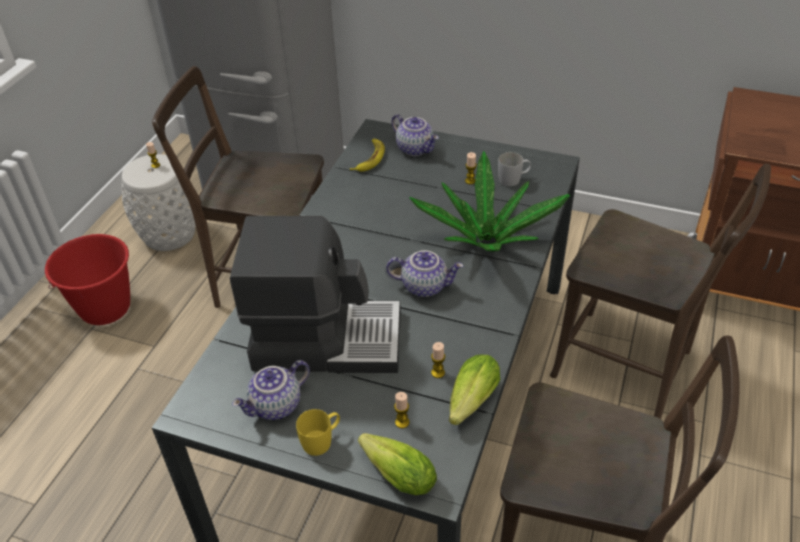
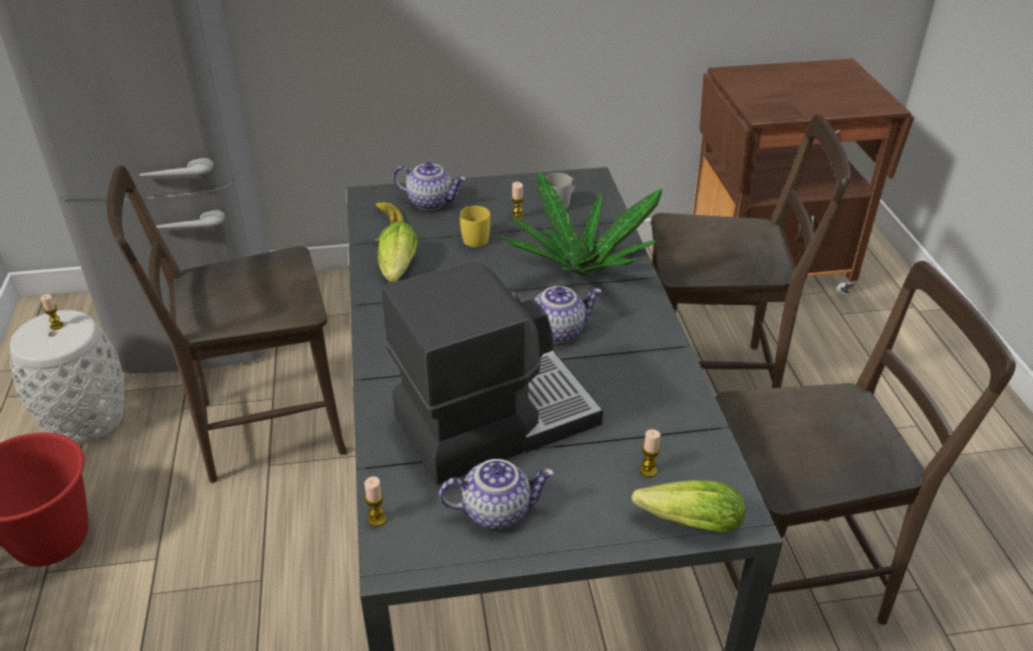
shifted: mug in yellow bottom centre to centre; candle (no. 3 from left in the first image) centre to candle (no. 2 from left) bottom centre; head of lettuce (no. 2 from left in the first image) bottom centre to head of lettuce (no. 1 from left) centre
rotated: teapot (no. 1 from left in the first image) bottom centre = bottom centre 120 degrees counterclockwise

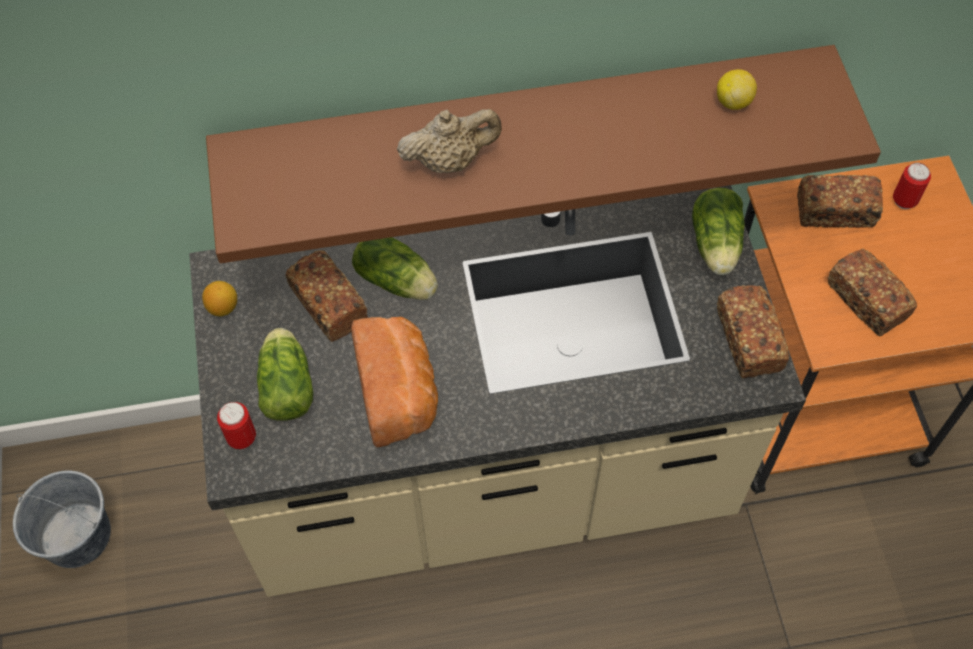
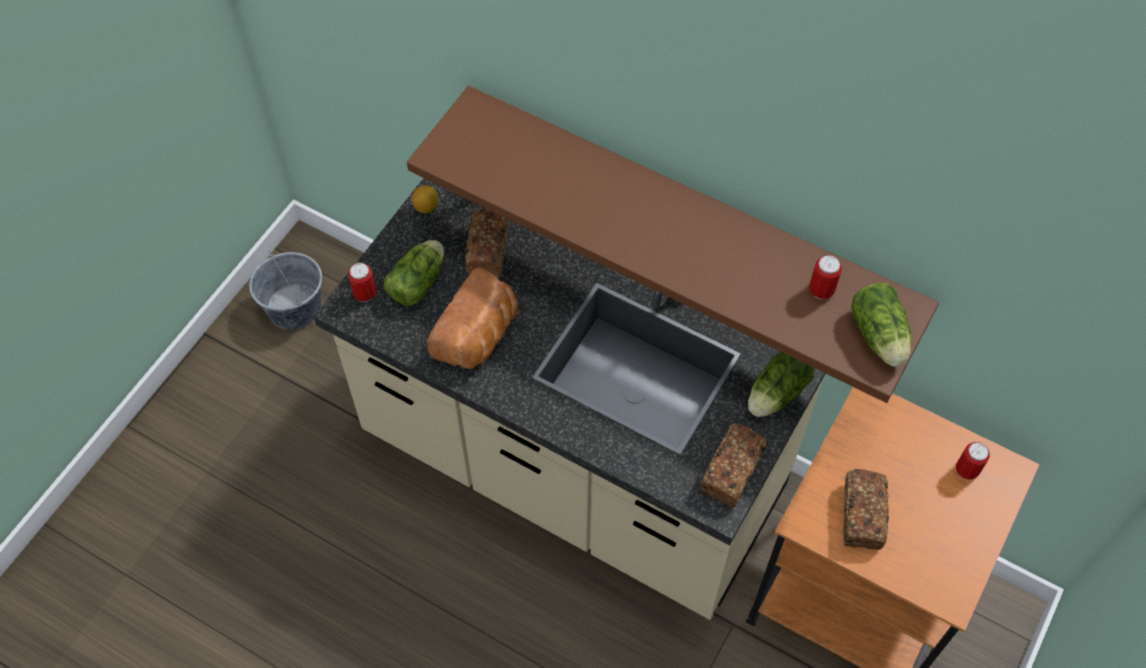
gone: teapot in beige top centre; bakery bread (no. 4 from left) top right
shifted: head of lettuce (no. 2 from left in the first image) centre to head of lettuce (no. 3 from left) middle right
swapped: lemon (no. 2 from left) top right to can (no. 2 from left) middle right

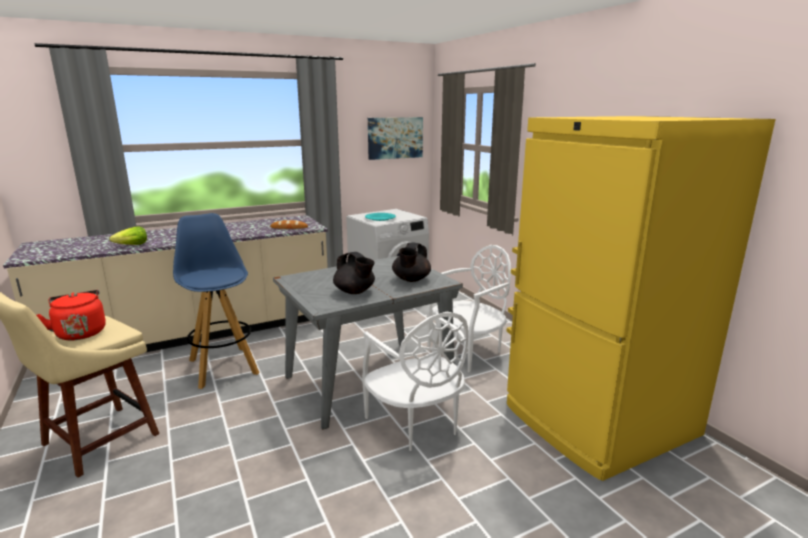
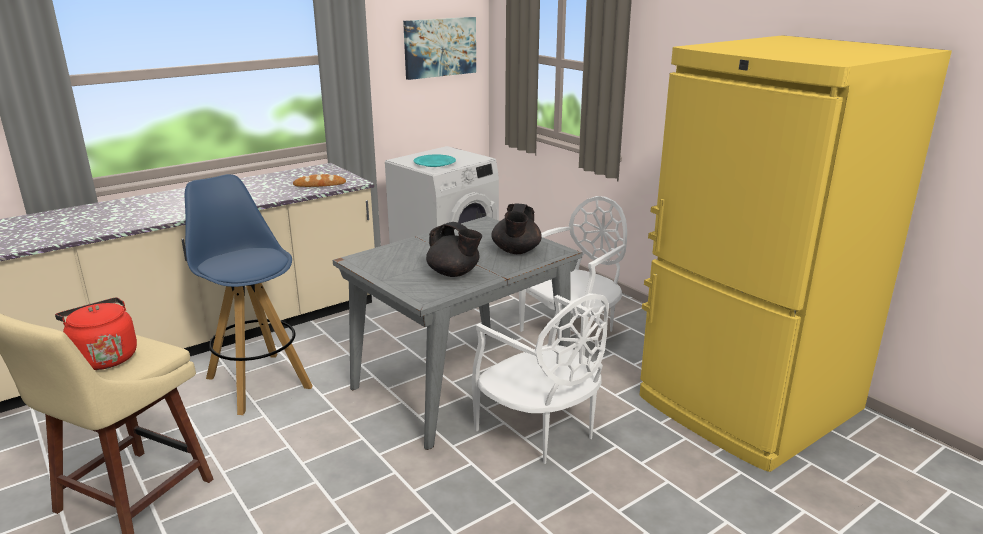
gone: head of lettuce middle left

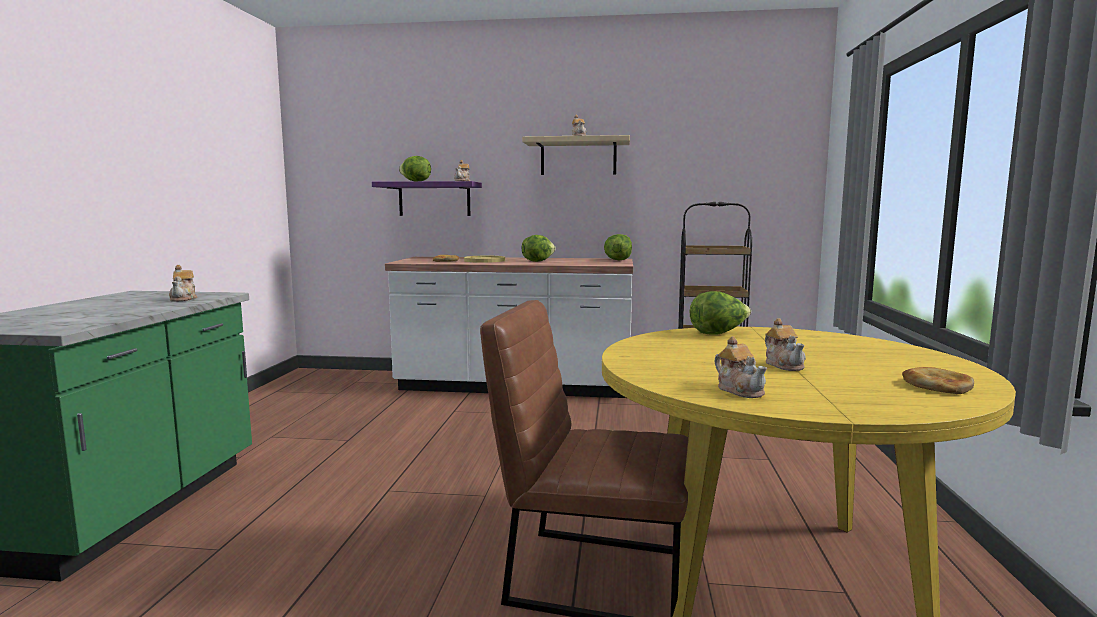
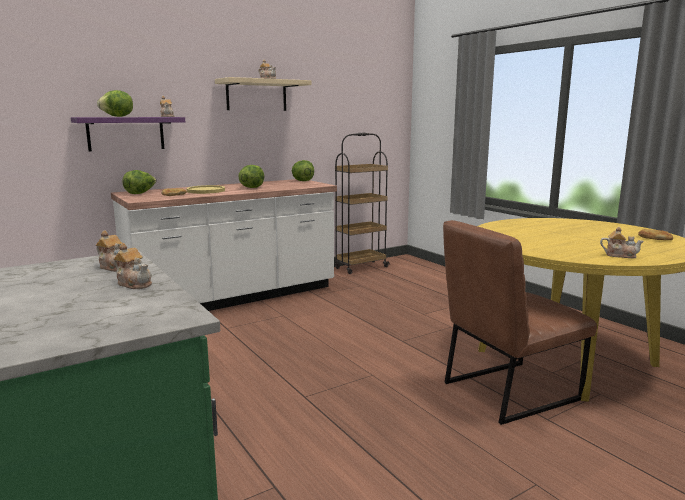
shifted: head of lettuce (no. 4 from left in the first image) centre to head of lettuce (no. 2 from left) middle left; teapot (no. 5 from left in the first image) middle right to teapot (no. 2 from left) middle left

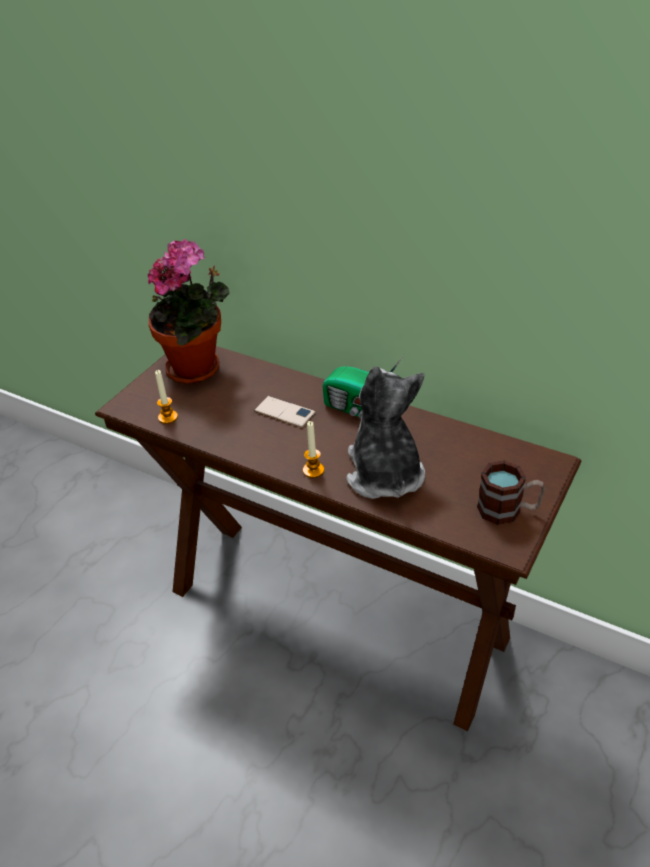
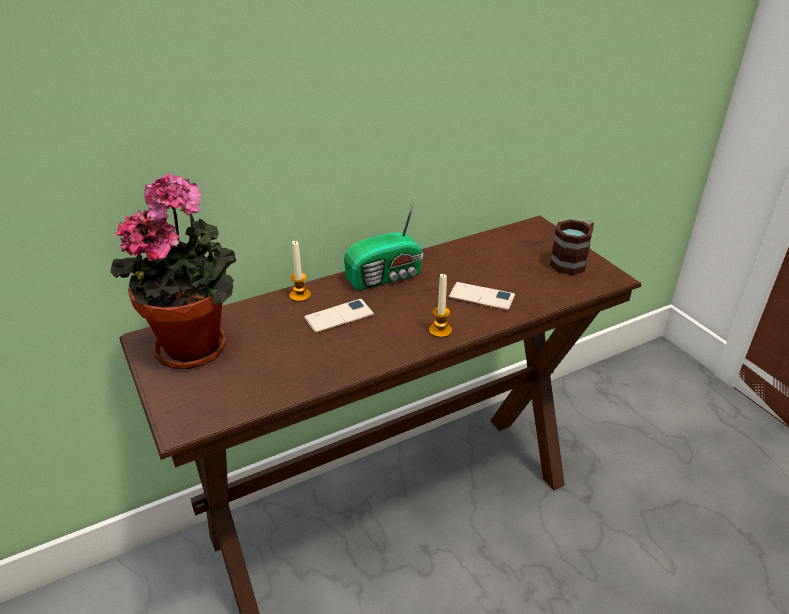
shifted: candle (no. 1 from left) middle left to centre
swapped: plush toy centre to handset (no. 2 from left) centre

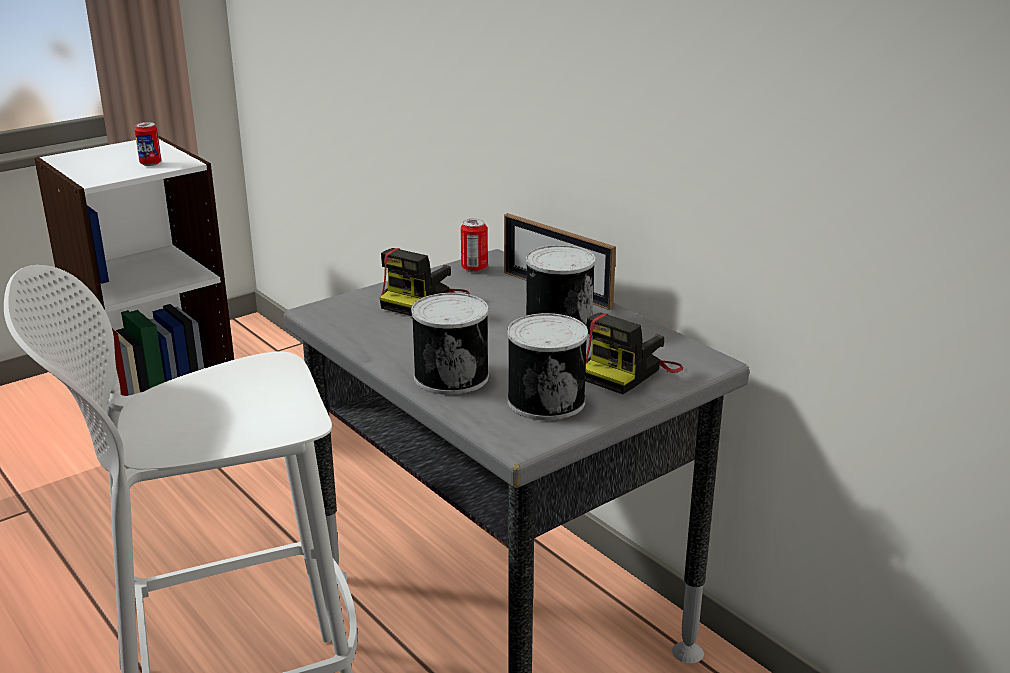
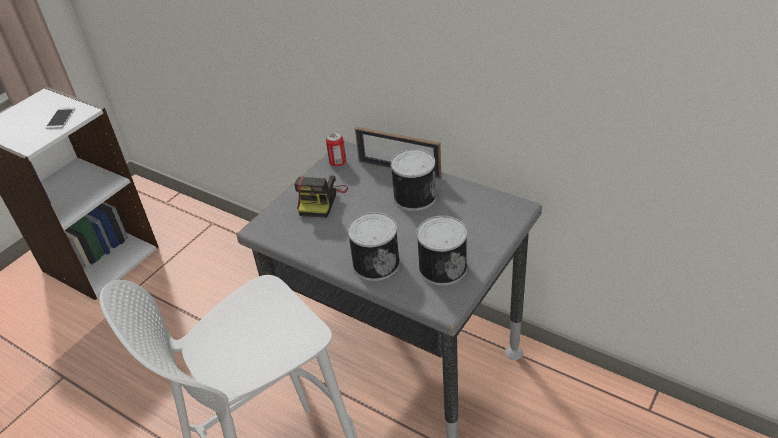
gone: photo camera (no. 2 from left) centre
swapped: can (no. 1 from left) top left to handset top left

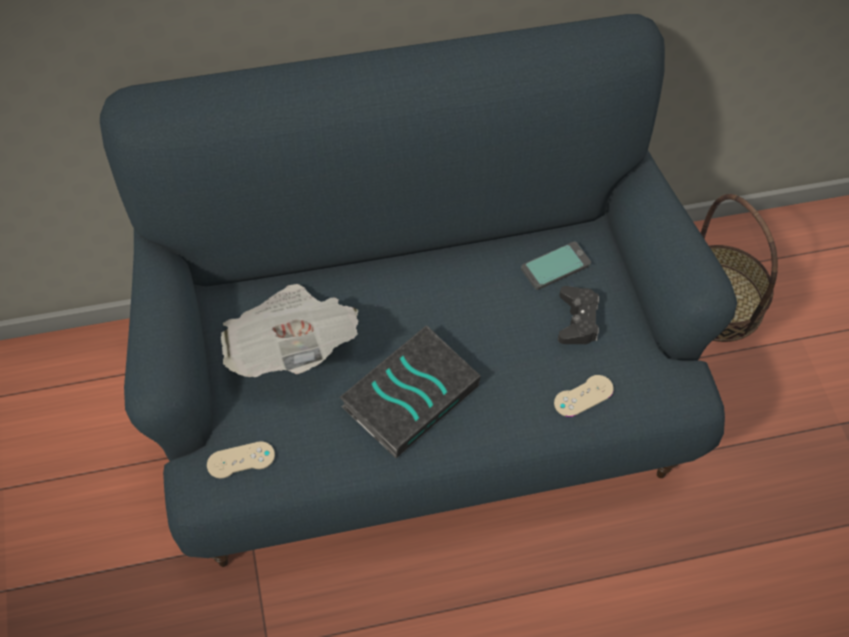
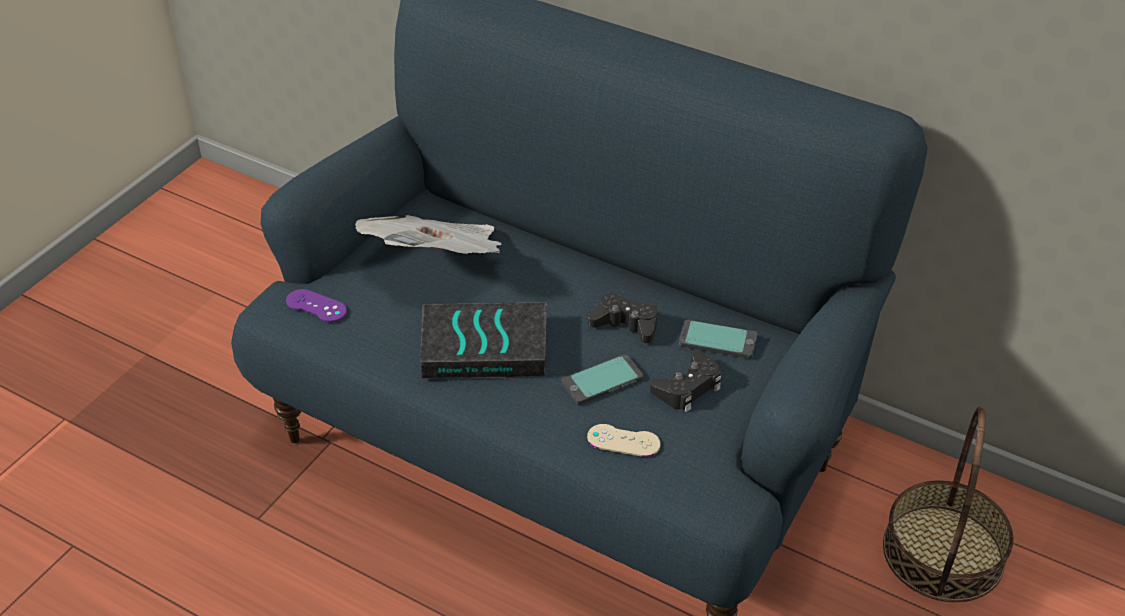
new: handset (no. 1 from left) centre; game controller in blackish (no. 1 from left) centre
repainted: game controller in beige (no. 1 from left) bottom left to game controller in purple middle left

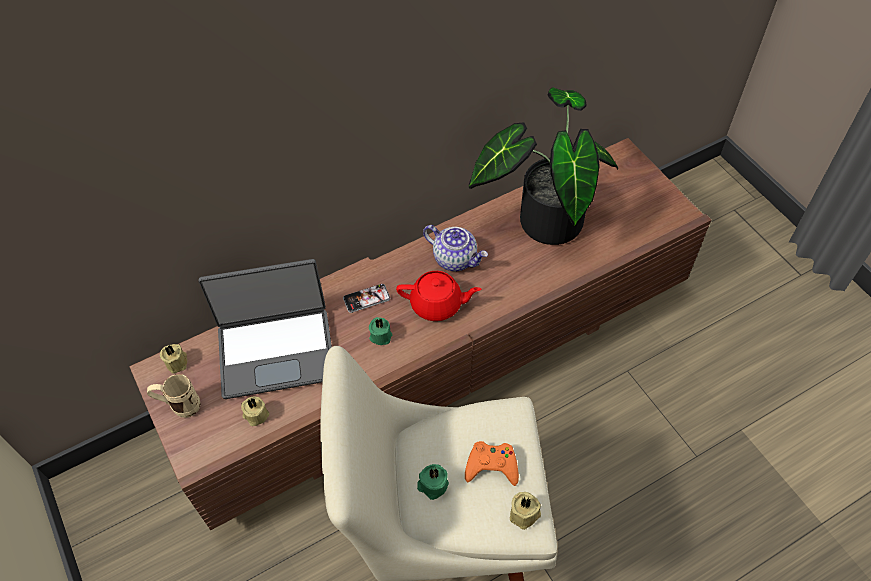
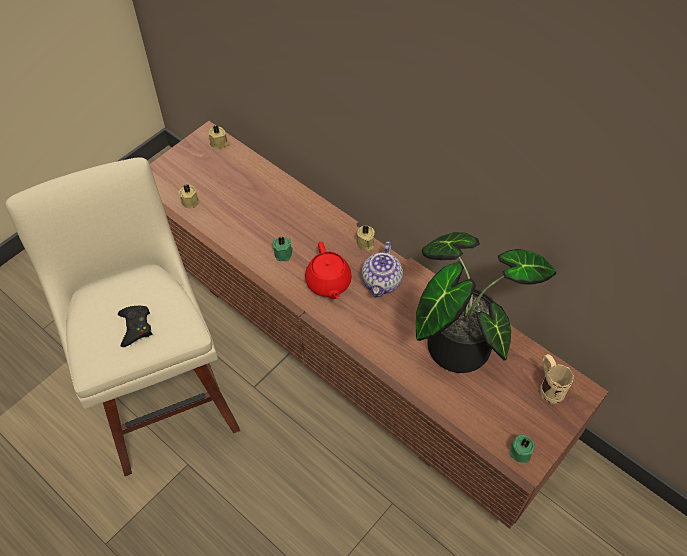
gone: laptop middle left; handset centre
shifted: mug in beige bottom left to bottom right; candle in greenish (no. 2 from left) bottom centre to bottom right; candle in beige (no. 3 from left) bottom centre to centre
repainted: game controller in orange bottom centre to game controller in blackish middle left

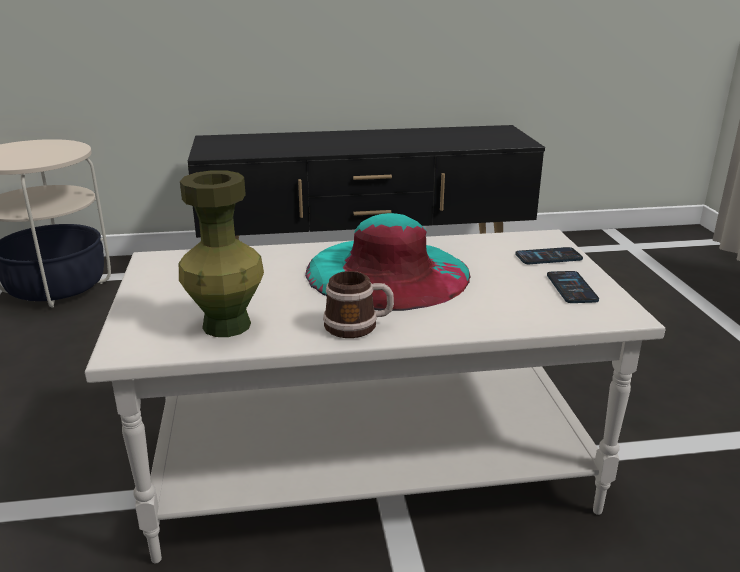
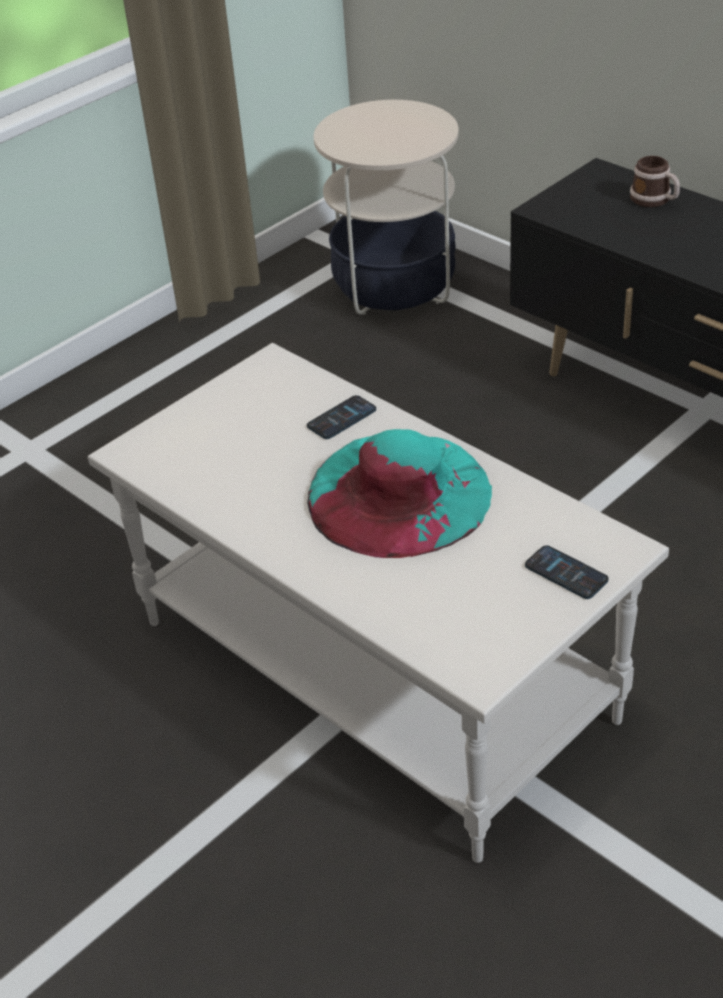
gone: vase in greenish middle left
shifted: mug centre to top right; handset (no. 2 from left in the first image) middle right to handset (no. 1 from left) centre

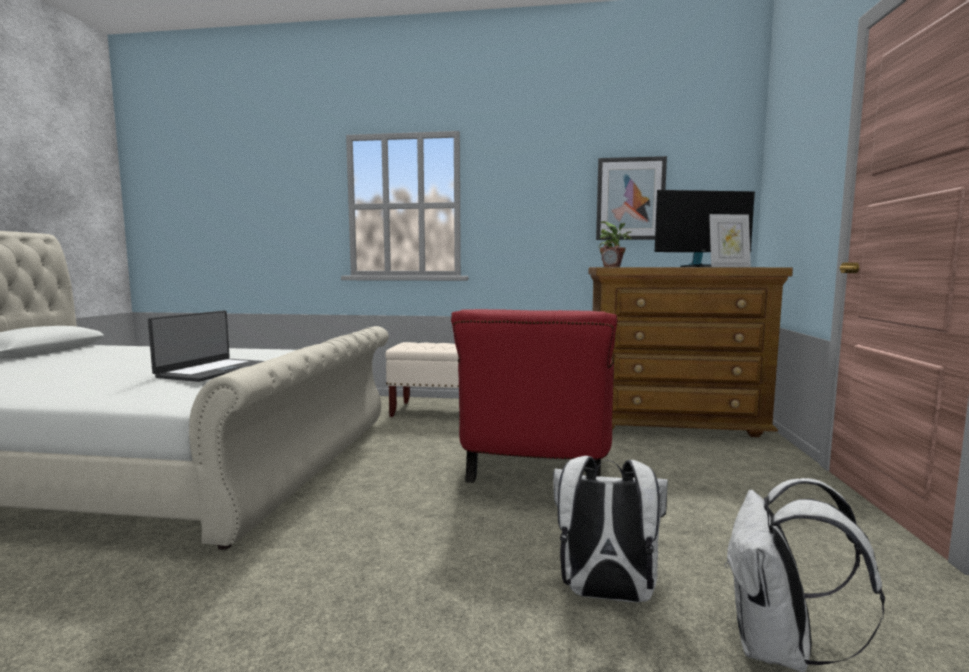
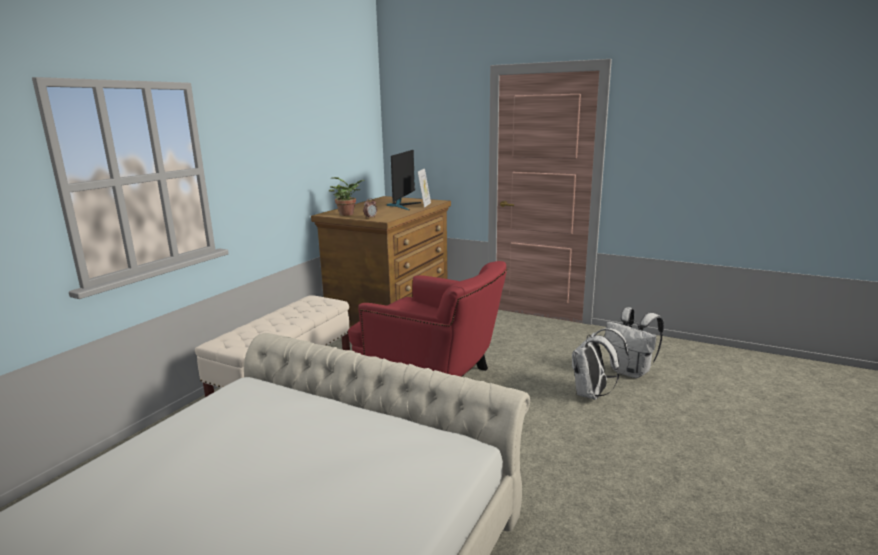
gone: laptop middle left; picture top centre

